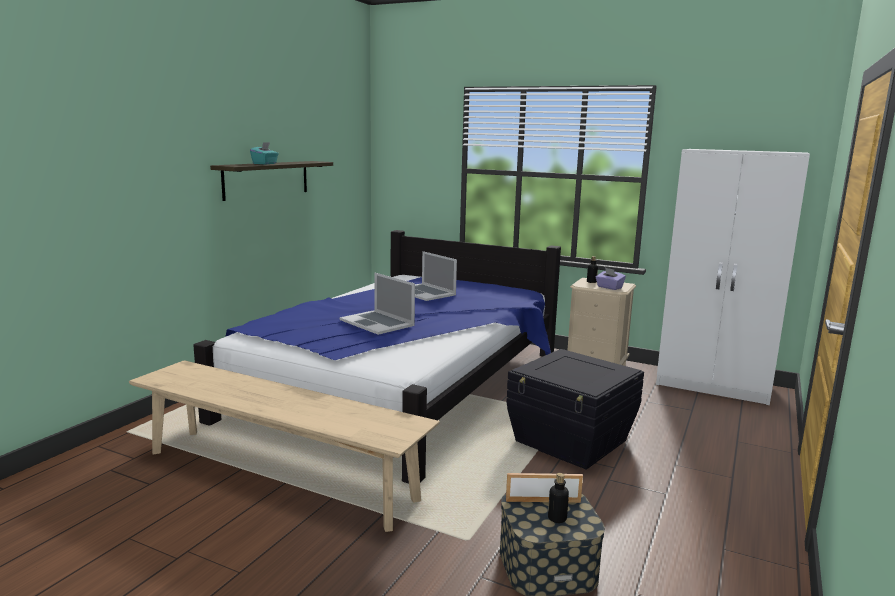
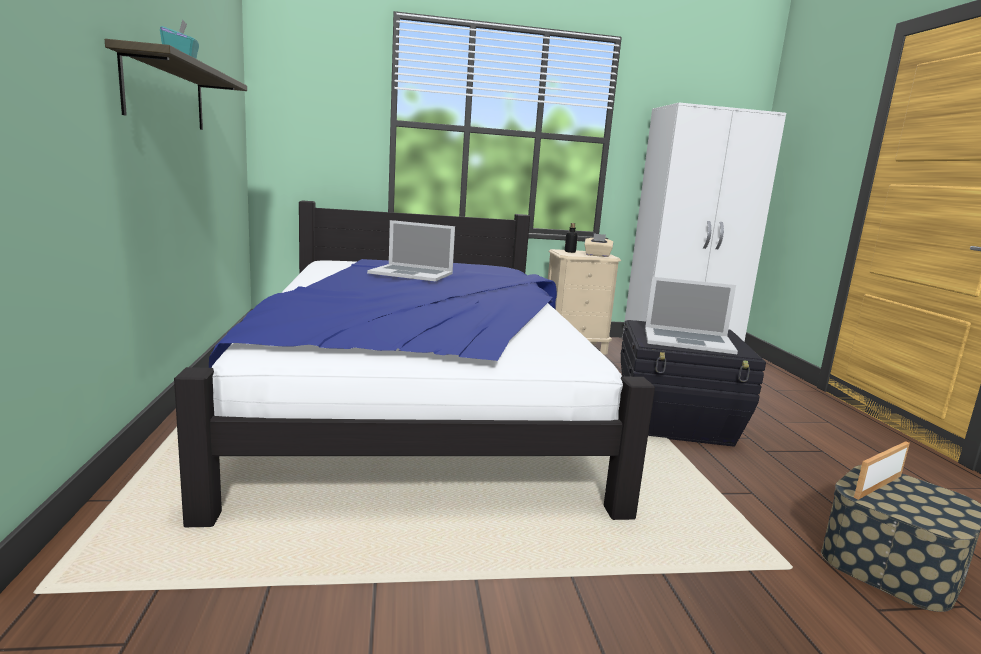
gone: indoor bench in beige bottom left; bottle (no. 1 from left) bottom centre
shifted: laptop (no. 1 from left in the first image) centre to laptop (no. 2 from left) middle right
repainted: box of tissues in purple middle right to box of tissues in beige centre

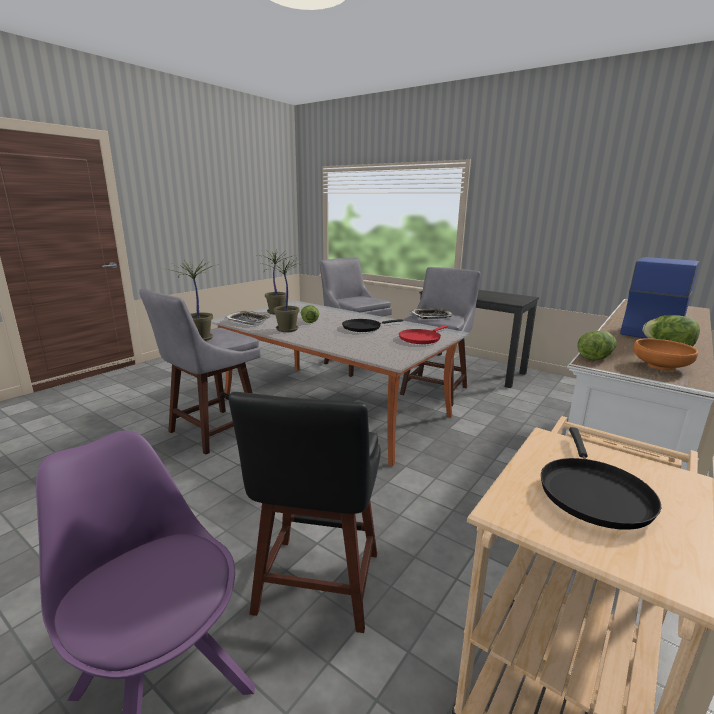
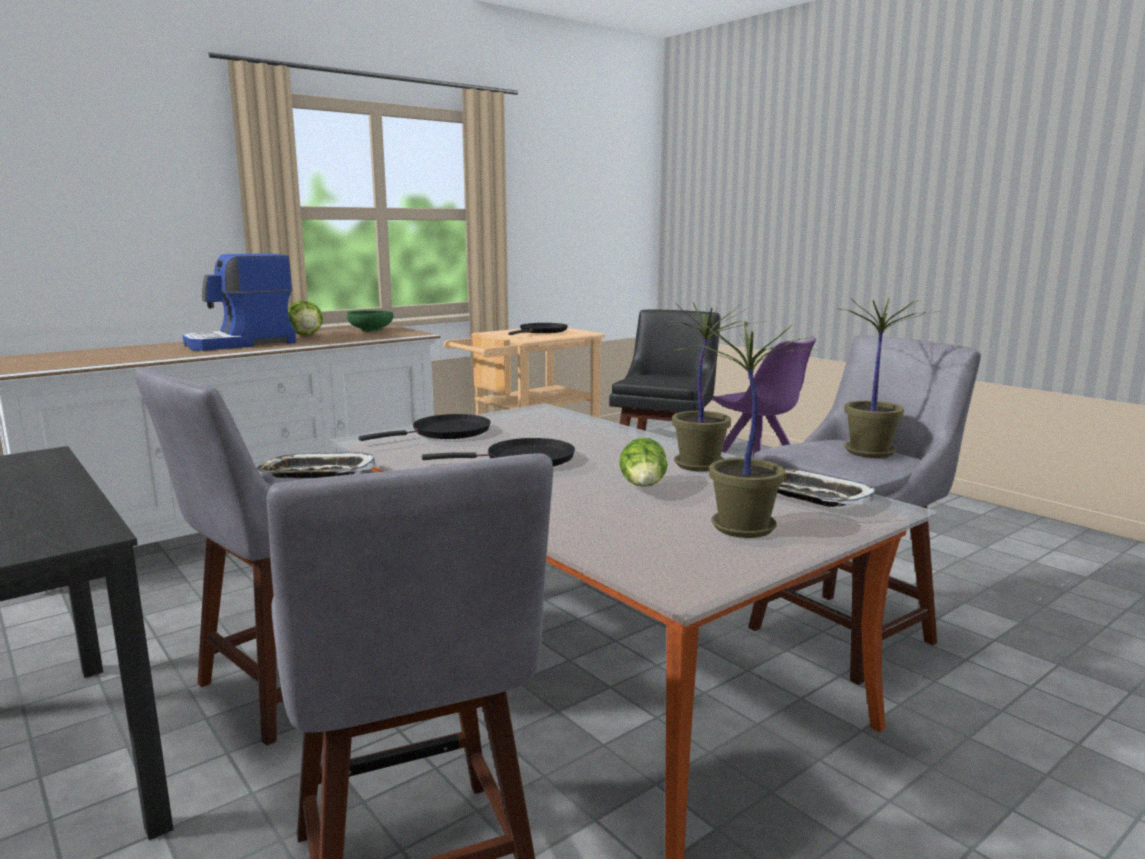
gone: head of lettuce (no. 2 from left) middle right
repainted: pan in red centre to pan in blackish (no. 1 from left) centre; deep dish in orange middle right to deep dish in greenish middle left

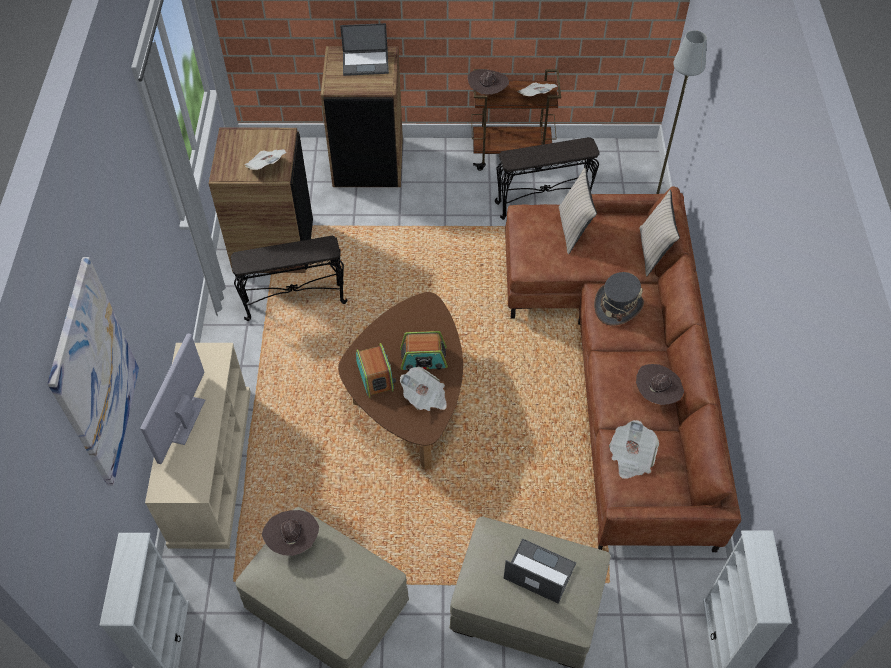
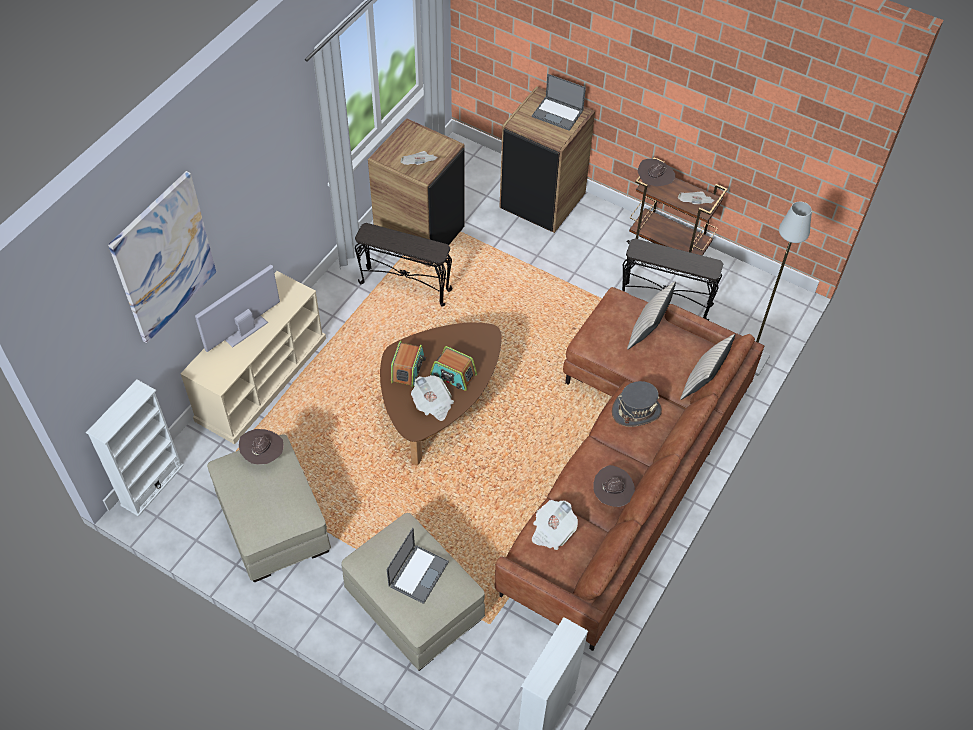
rotated: laptop (no. 2 from left in the first image) bottom centre = bottom centre 60 degrees clockwise

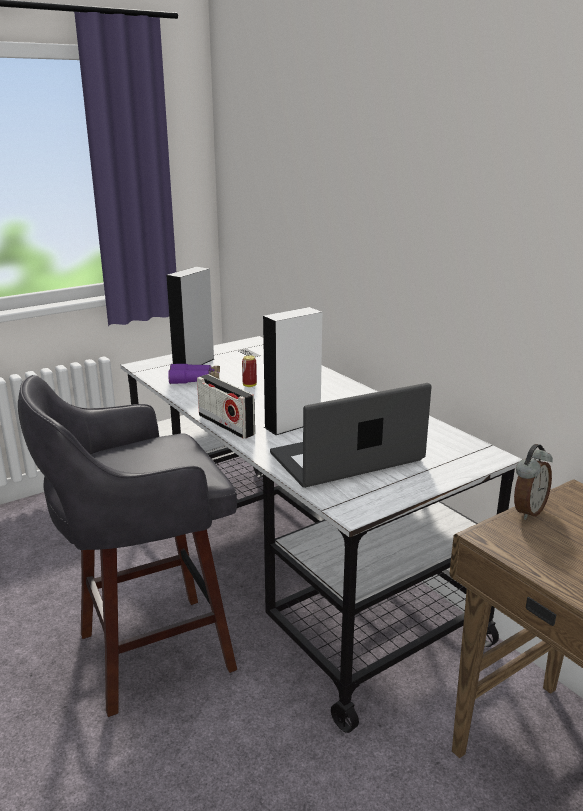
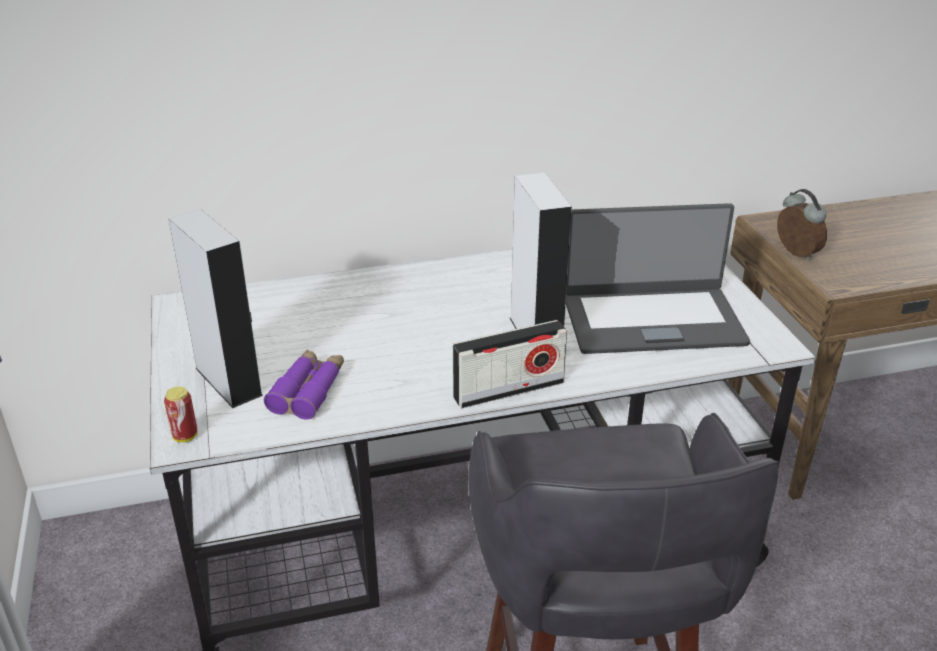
shifted: can centre to middle left
rotated: laptop centre = middle right 90 degrees counterclockwise

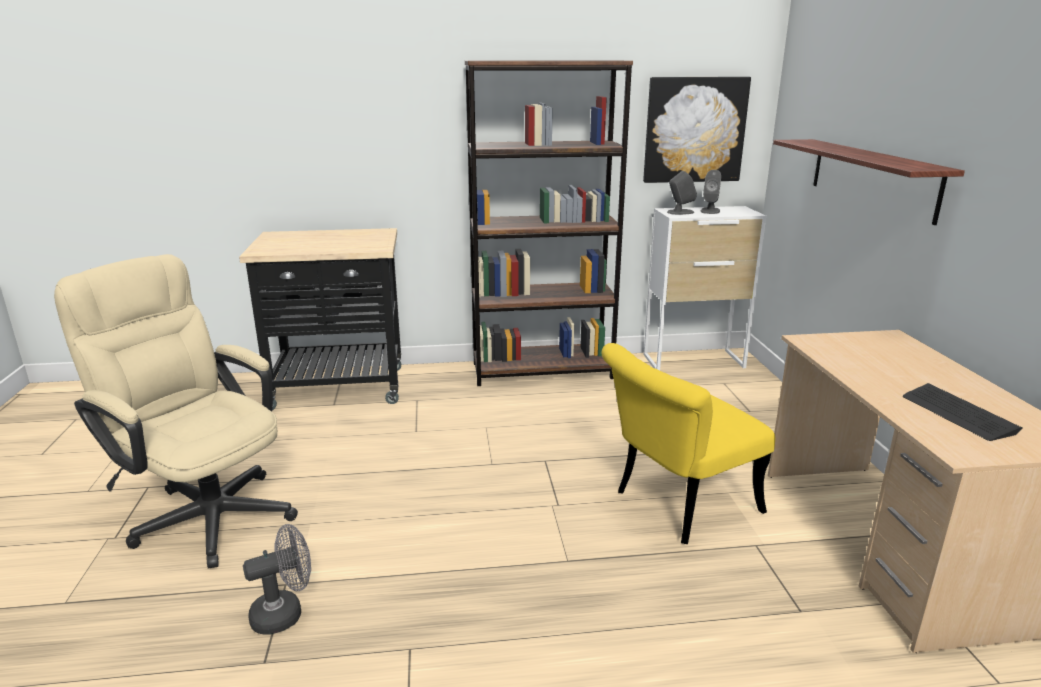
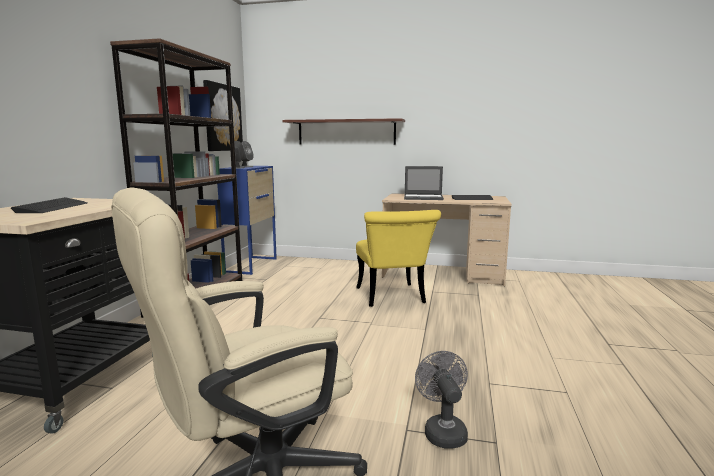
new: keyboard (no. 1 from left) middle left; laptop centre
repainted: cabinet in white-coloured middle right to cabinet in blue centre

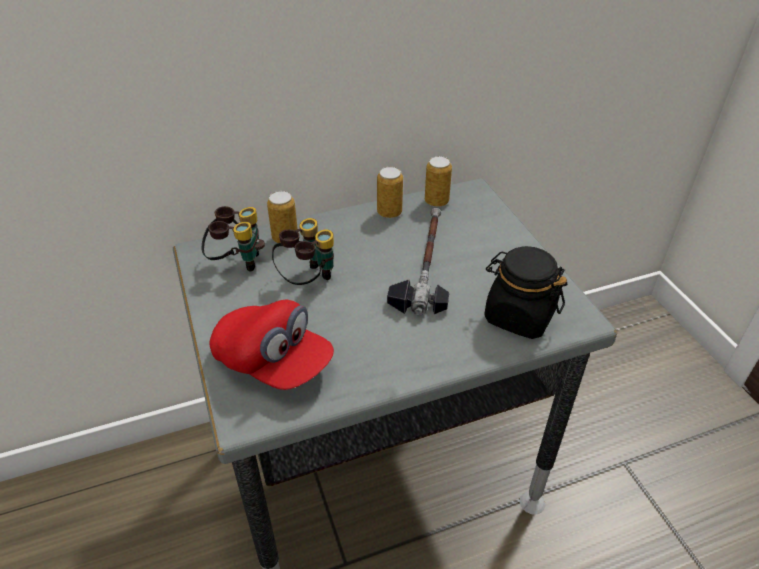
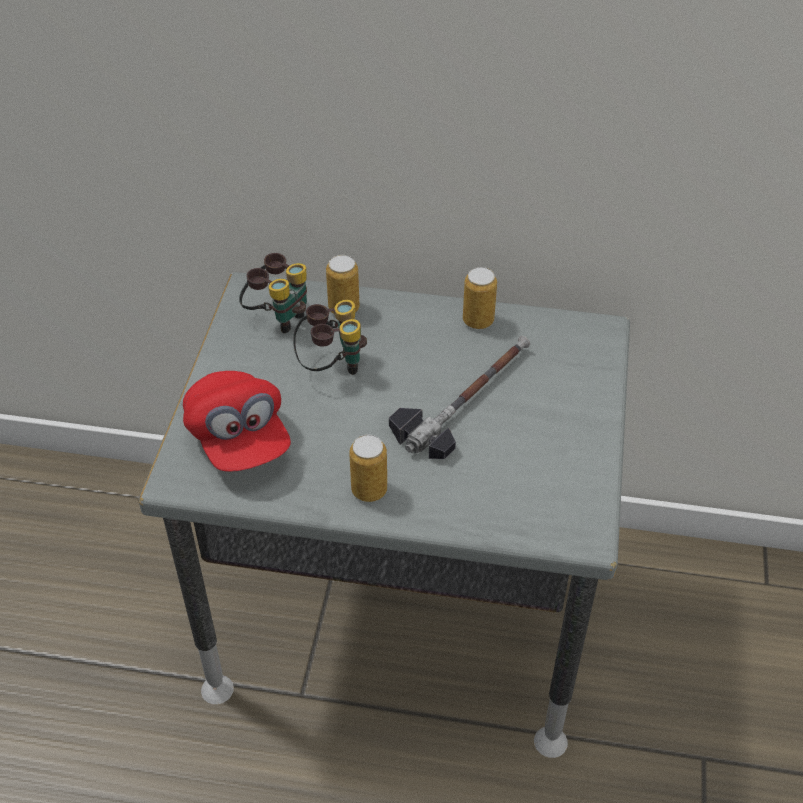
gone: jar in blackish middle right
shifted: can (no. 3 from left in the first image) top centre to can (no. 2 from left) centre

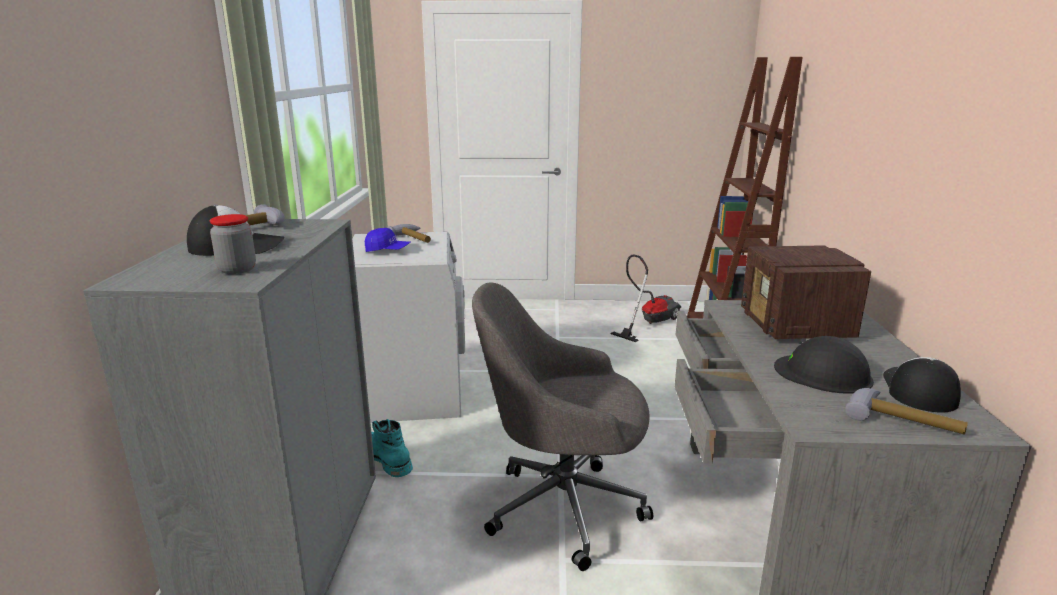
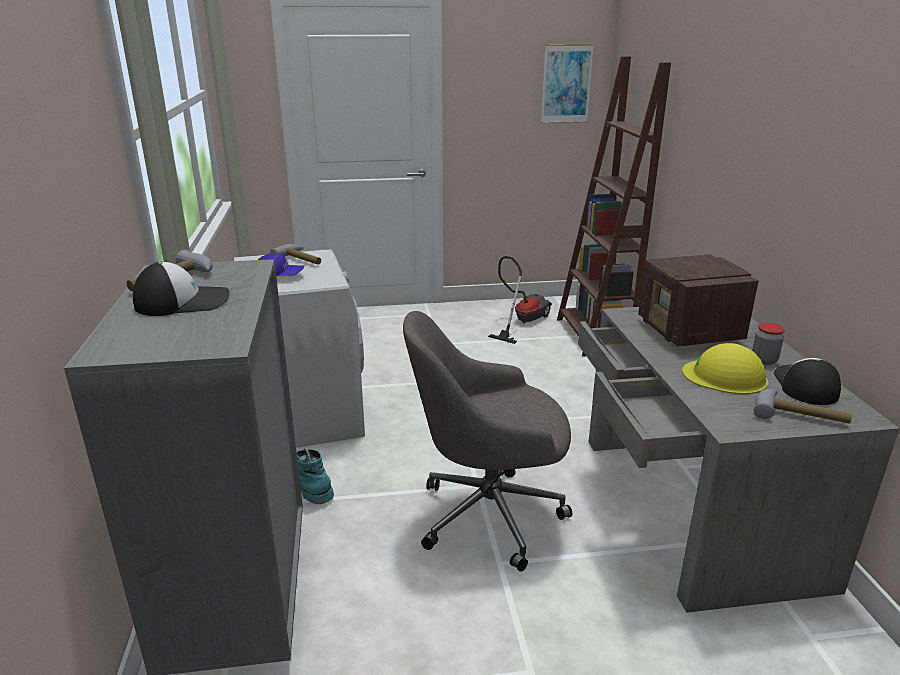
new: picture top centre
shifted: jar middle left to middle right
repainted: hard hat in blackish middle right to hard hat in yellow middle right

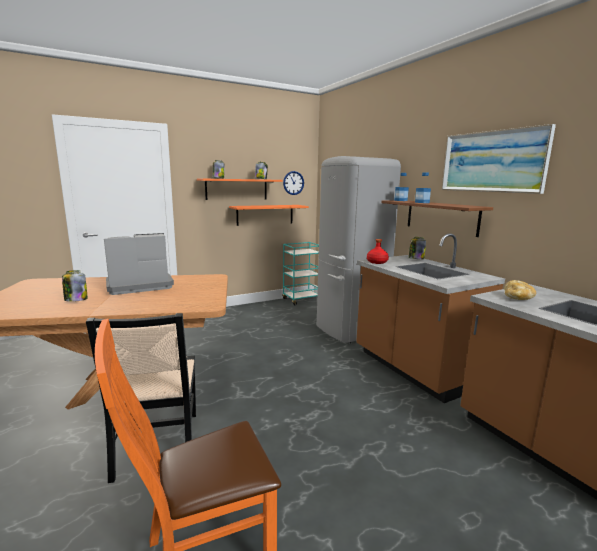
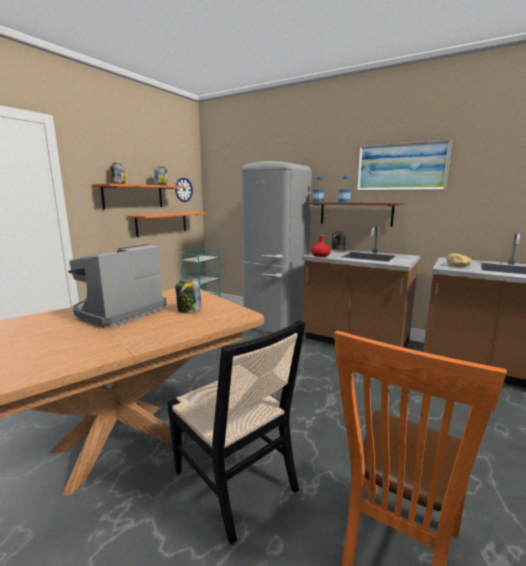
shifted: jar (no. 1 from left in the first image) middle left to jar (no. 3 from left) centre

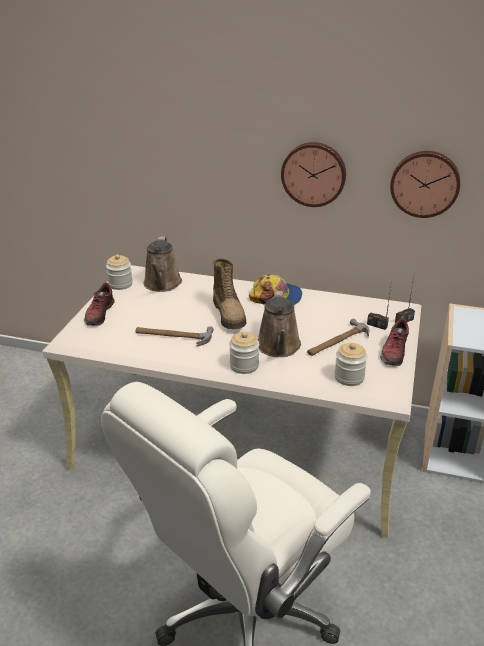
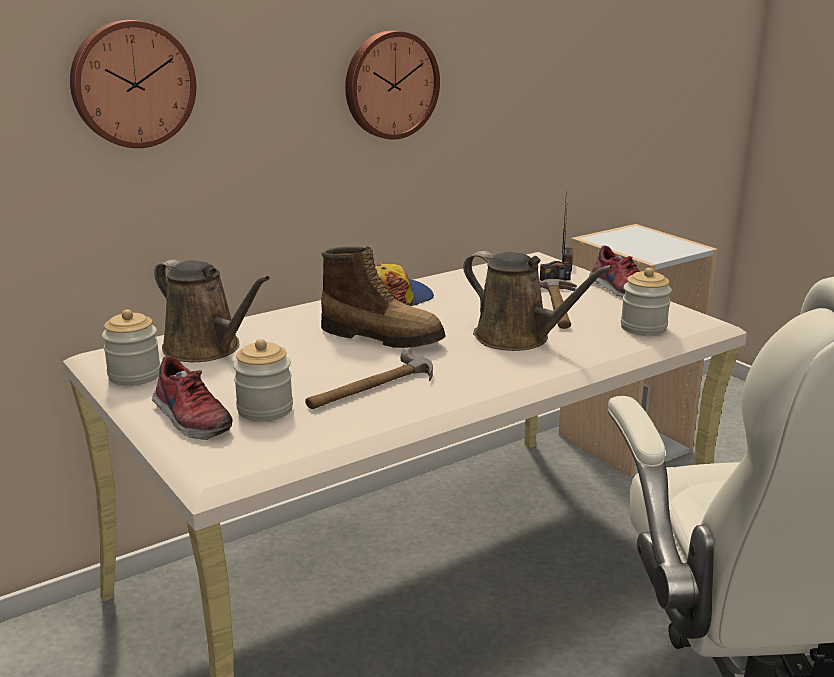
shifted: jar (no. 2 from left) centre to middle left; clock on the wall (no. 2 from left in the first image) top right to clock on the wall (no. 1 from left) top left

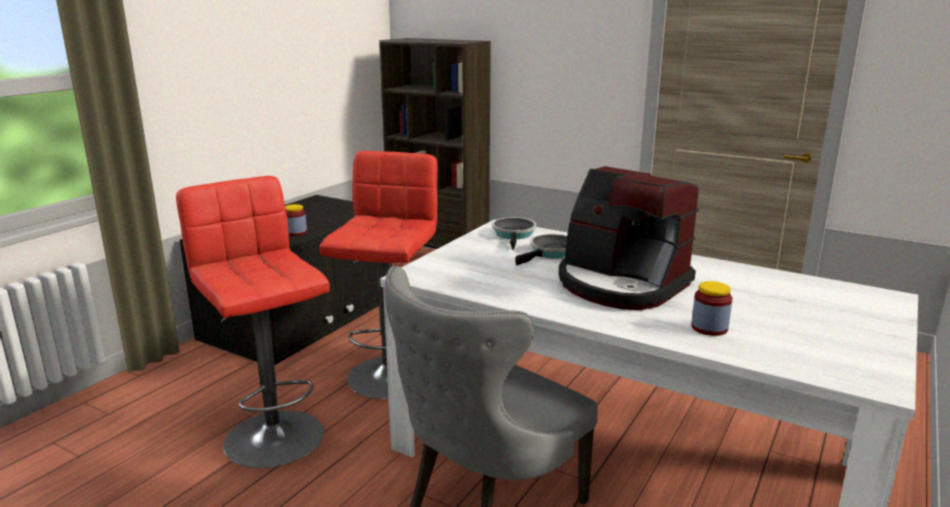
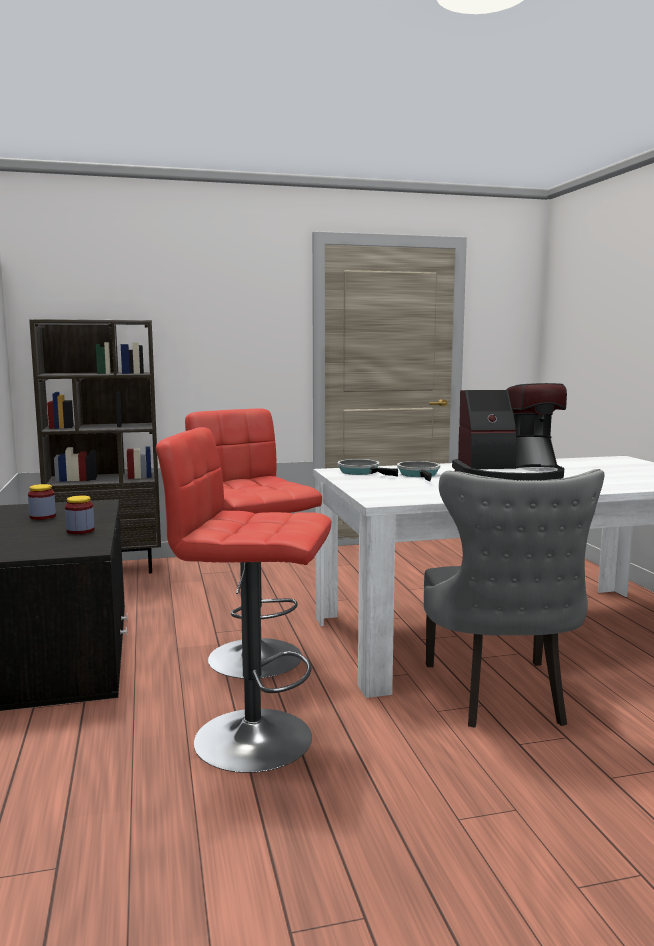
shifted: jar (no. 2 from left in the first image) middle right to jar (no. 1 from left) middle left

